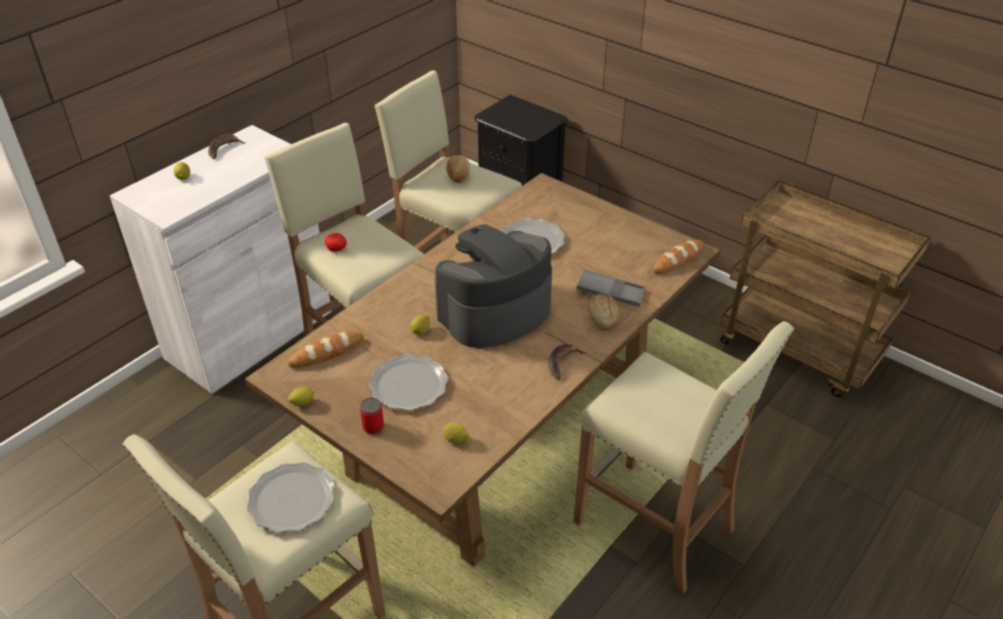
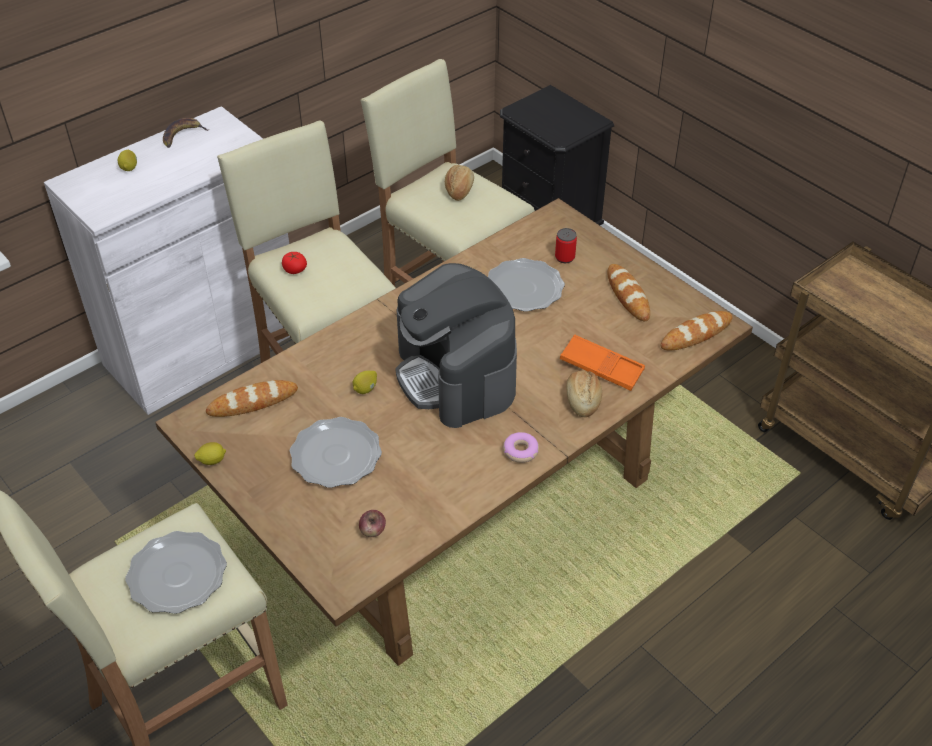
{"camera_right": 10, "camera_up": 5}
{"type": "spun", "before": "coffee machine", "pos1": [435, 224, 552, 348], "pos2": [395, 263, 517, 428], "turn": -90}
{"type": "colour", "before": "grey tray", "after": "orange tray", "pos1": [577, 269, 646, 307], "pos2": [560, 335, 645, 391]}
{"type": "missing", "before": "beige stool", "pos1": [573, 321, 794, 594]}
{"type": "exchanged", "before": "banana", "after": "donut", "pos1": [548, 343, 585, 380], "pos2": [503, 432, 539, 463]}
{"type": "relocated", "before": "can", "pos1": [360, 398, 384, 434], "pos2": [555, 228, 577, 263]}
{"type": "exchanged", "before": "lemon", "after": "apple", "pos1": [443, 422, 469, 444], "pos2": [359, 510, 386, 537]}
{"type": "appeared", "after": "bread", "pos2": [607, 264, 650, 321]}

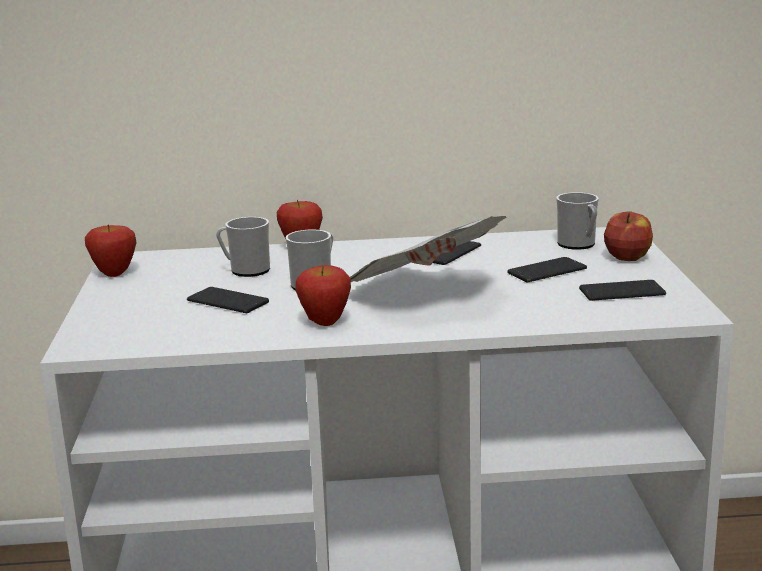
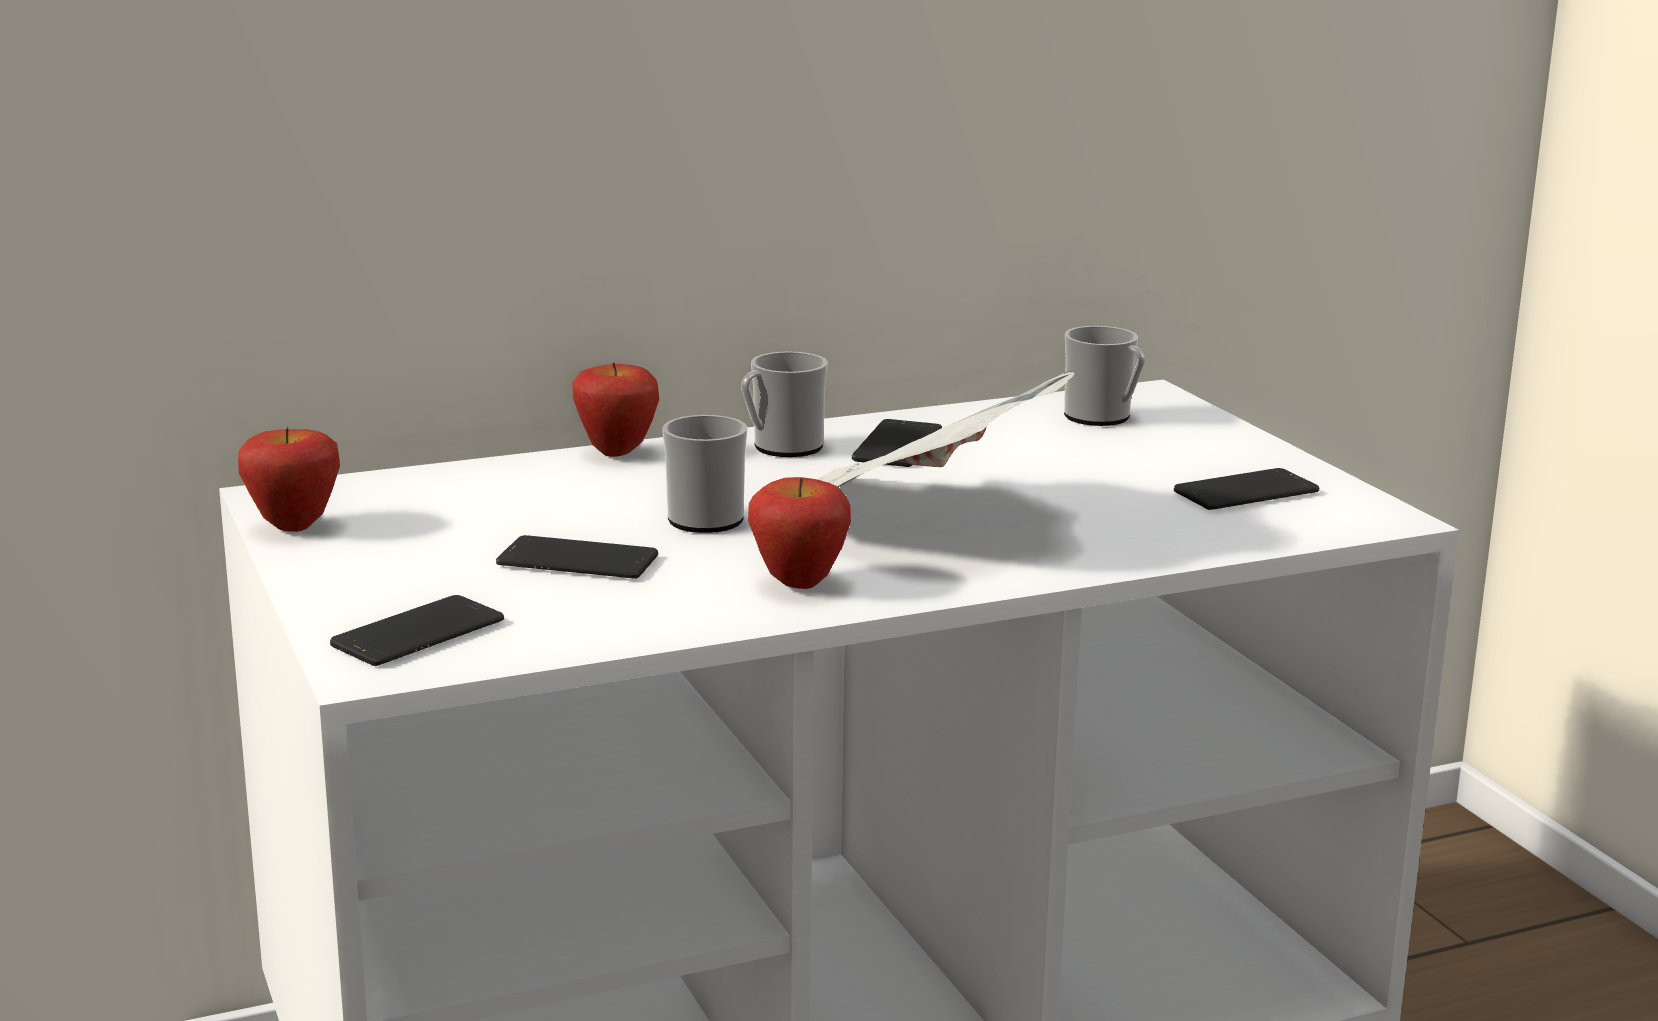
{"camera_right": -20, "camera_up": 0}
{"type": "missing", "before": "apple", "pos1": [604, 212, 653, 261]}
{"type": "relocated", "before": "mug", "pos1": [216, 217, 270, 277], "pos2": [741, 352, 828, 457]}
{"type": "relocated", "before": "phone", "pos1": [508, 257, 587, 282], "pos2": [330, 595, 504, 666]}

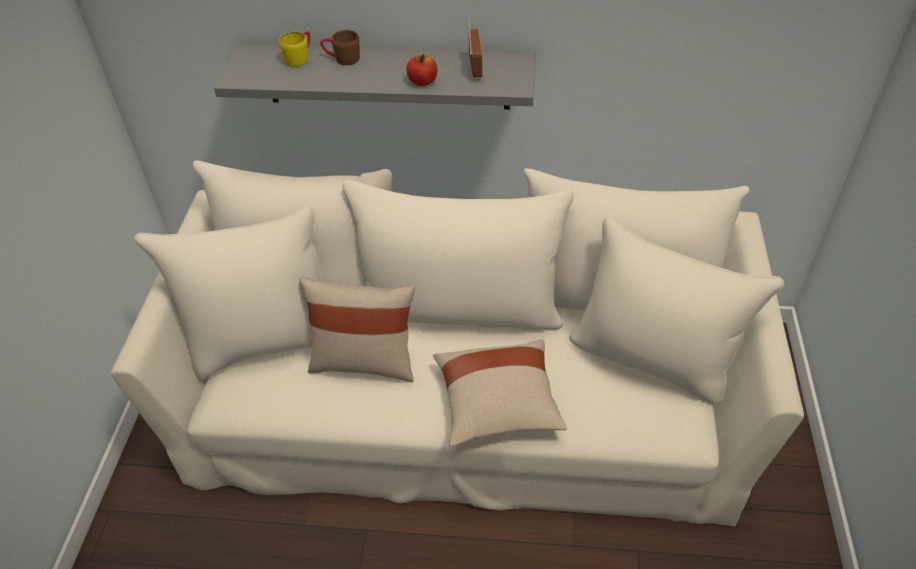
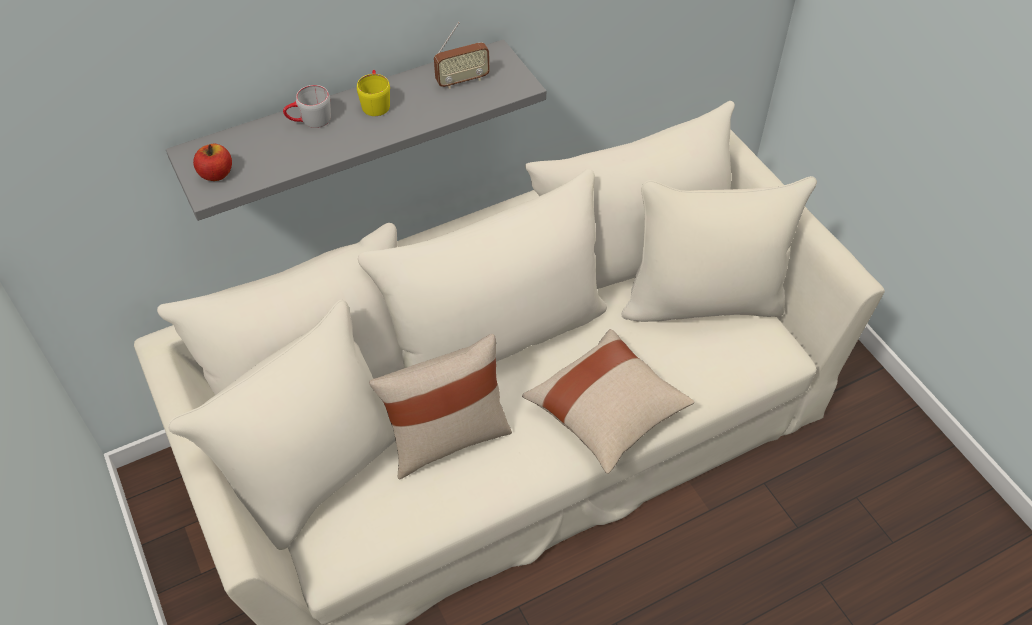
{"camera_right": -35, "camera_up": 5}
{"type": "spun", "before": "radio", "pos1": [468, 16, 483, 78], "pos2": [434, 22, 490, 89], "turn": 105}
{"type": "colour", "before": "brown mug", "after": "grey mug", "pos1": [320, 30, 360, 65], "pos2": [283, 85, 331, 128]}
{"type": "relocated", "before": "yellow mug", "pos1": [279, 31, 310, 67], "pos2": [357, 70, 390, 116]}
{"type": "relocated", "before": "apple", "pos1": [407, 54, 437, 86], "pos2": [193, 144, 232, 181]}

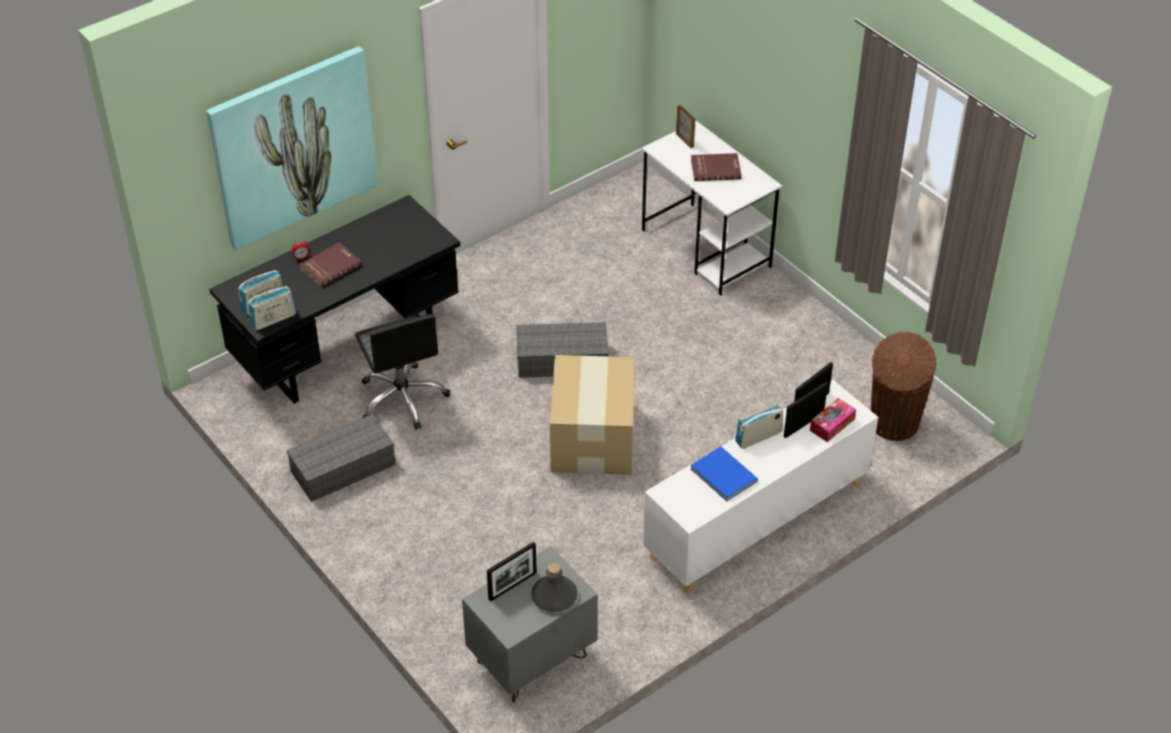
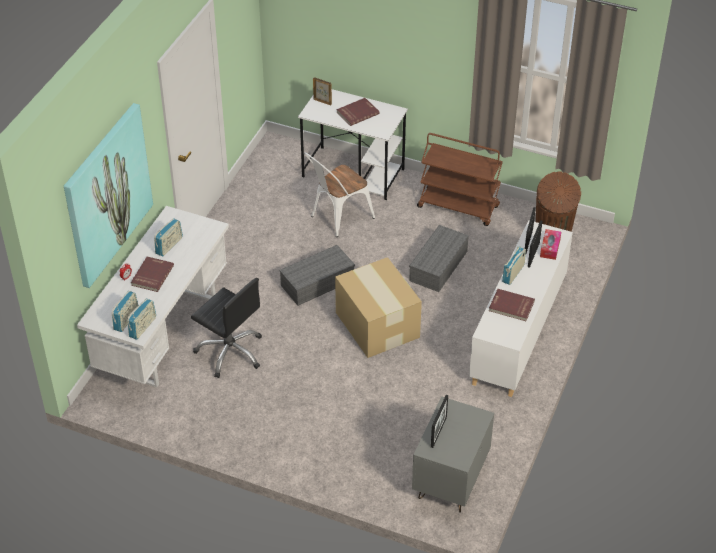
{"camera_right": -30, "camera_up": 0}
{"type": "colour", "before": "black desk", "after": "white desk", "pos1": [210, 195, 460, 404], "pos2": [77, 206, 229, 387]}
{"type": "relocated", "before": "grey storage box", "pos1": [286, 414, 396, 502], "pos2": [409, 225, 469, 292]}
{"type": "colour", "before": "blue book", "after": "red book", "pos1": [691, 446, 758, 502], "pos2": [489, 289, 535, 321]}
{"type": "missing", "before": "grey bottle", "pos1": [531, 563, 578, 612]}
{"type": "appeared", "after": "brown cart", "pos2": [417, 133, 503, 226]}
{"type": "appeared", "after": "white chair", "pos2": [304, 152, 375, 237]}
{"type": "appeared", "after": "radio", "pos2": [154, 218, 183, 257]}

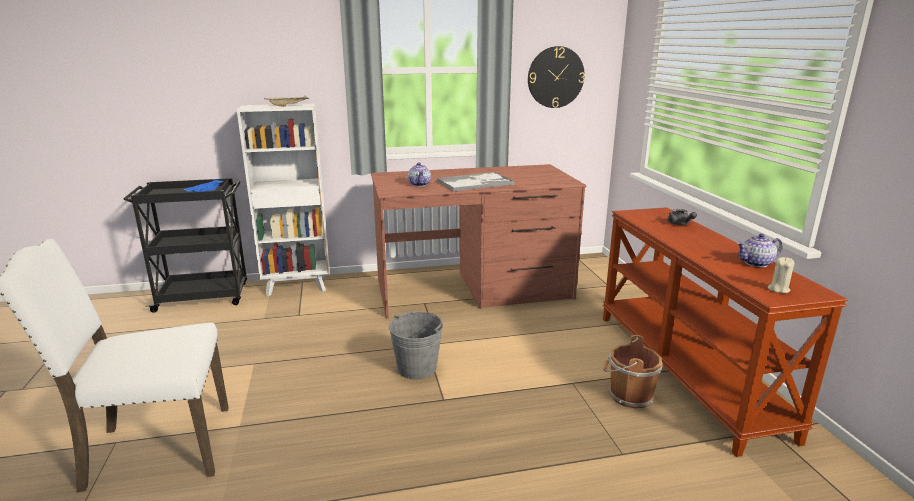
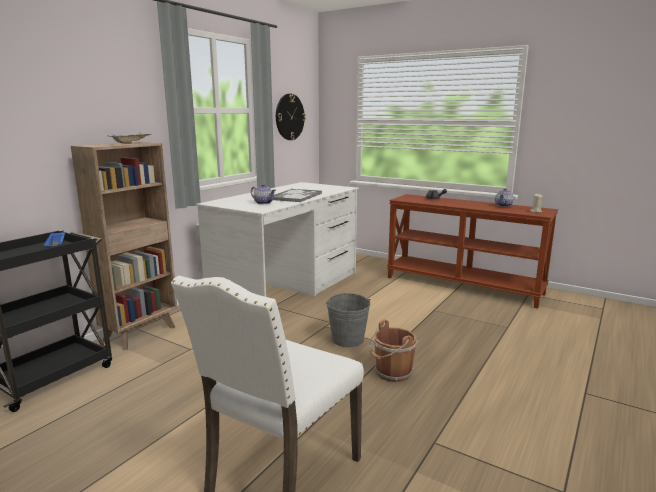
{"camera_right": -45, "camera_up": -5}
{"type": "colour", "before": "white bookcase", "after": "brown bookcase", "pos1": [237, 104, 329, 296], "pos2": [71, 142, 178, 350]}
{"type": "colour", "before": "brown desk", "after": "white desk", "pos1": [371, 164, 587, 318], "pos2": [196, 182, 359, 297]}
{"type": "relocated", "before": "brown bucket", "pos1": [603, 335, 663, 409], "pos2": [370, 319, 418, 382]}

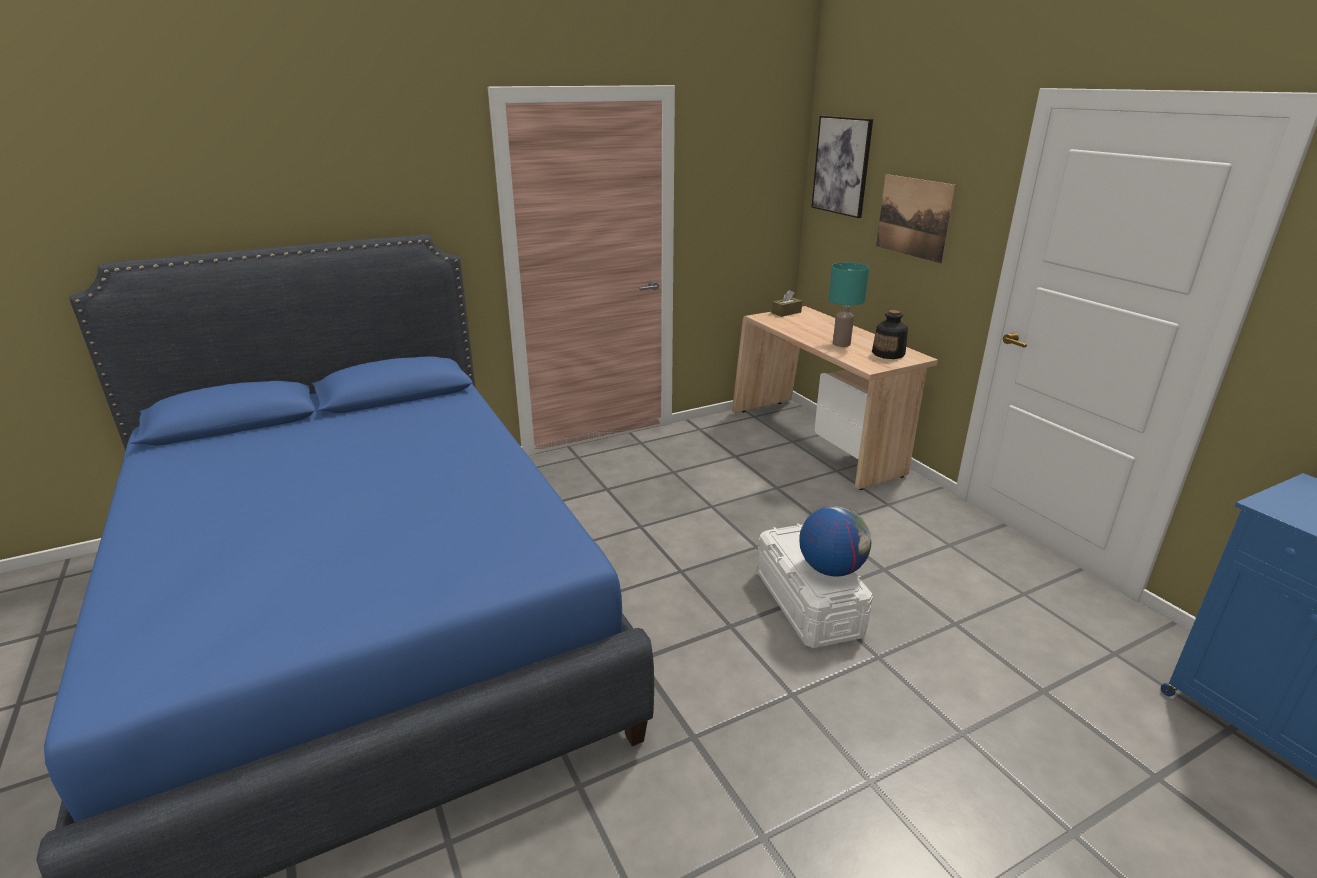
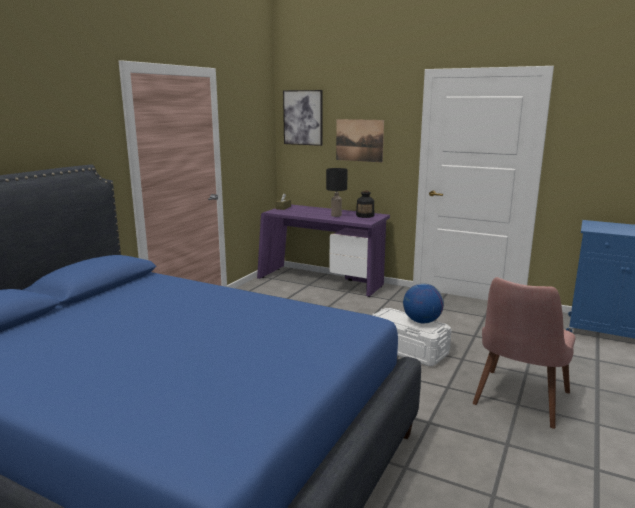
{"camera_right": -35, "camera_up": -10}
{"type": "colour", "before": "turquoise table lamp", "after": "black table lamp", "pos1": [829, 262, 870, 347], "pos2": [326, 168, 348, 217]}
{"type": "colour", "before": "beige desk", "after": "purple desk", "pos1": [732, 306, 938, 490], "pos2": [257, 205, 390, 297]}
{"type": "appeared", "after": "pink chair", "pos2": [473, 277, 575, 429]}

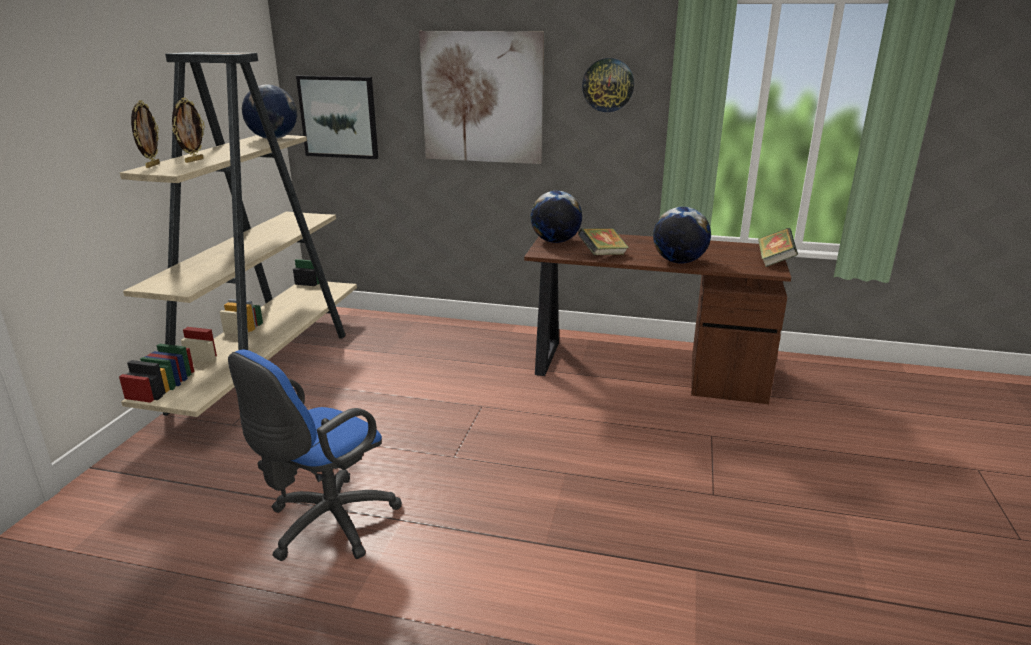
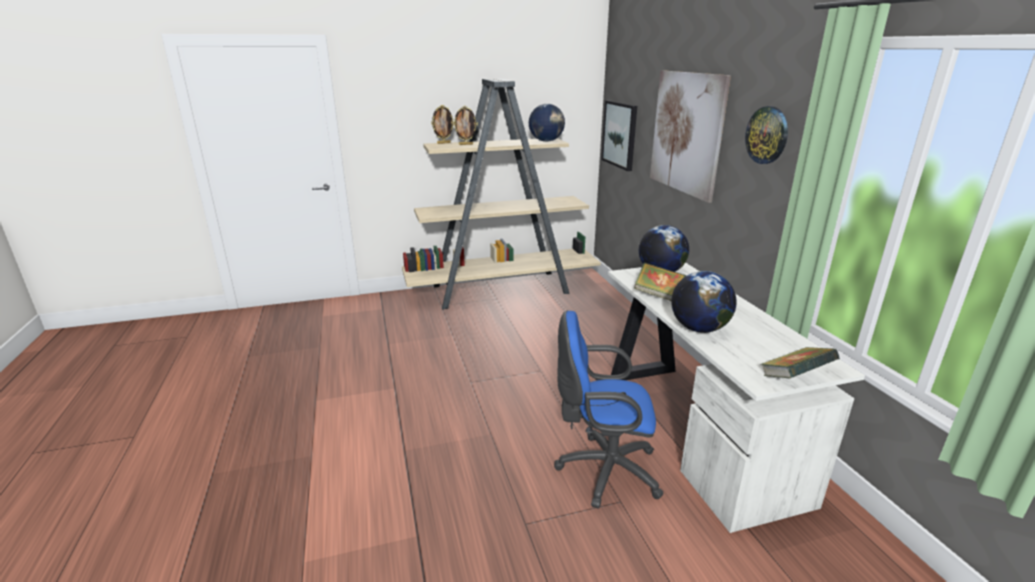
{"camera_right": 60, "camera_up": 0}
{"type": "colour", "before": "brown desk", "after": "white desk", "pos1": [524, 231, 791, 404], "pos2": [608, 262, 865, 533]}
{"type": "relocated", "before": "blue office chair", "pos1": [228, 349, 402, 561], "pos2": [554, 311, 664, 509]}

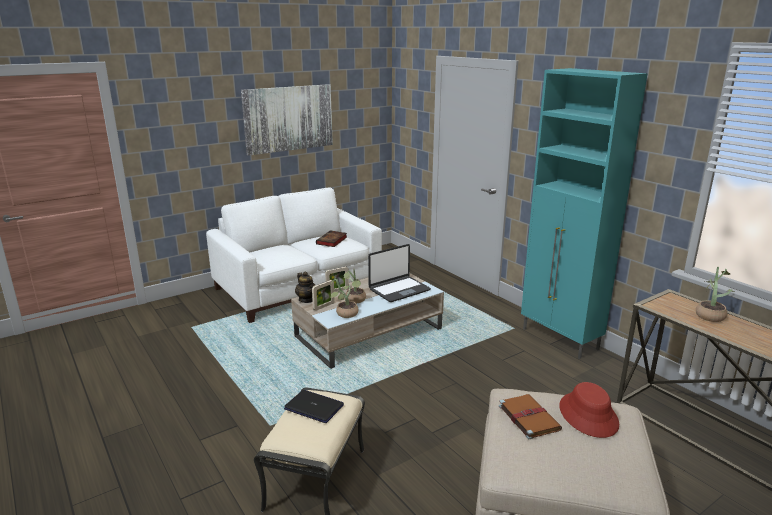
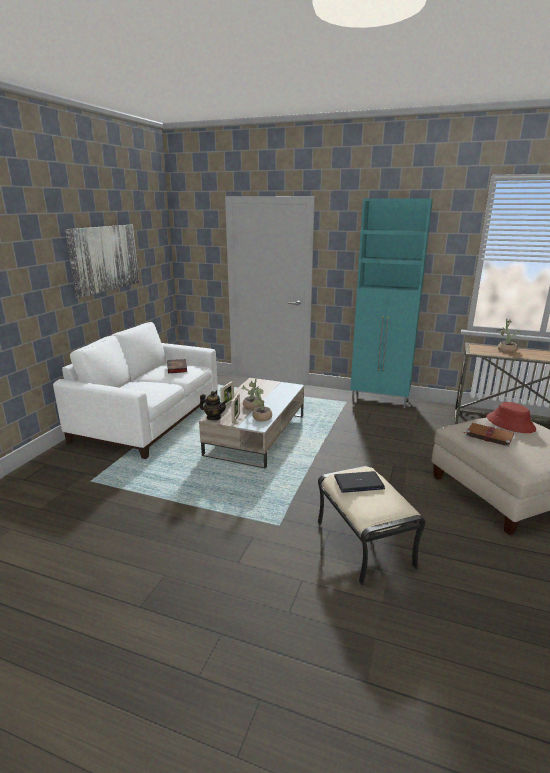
{"camera_right": -35, "camera_up": 0}
{"type": "missing", "before": "laptop", "pos1": [368, 244, 431, 302]}

